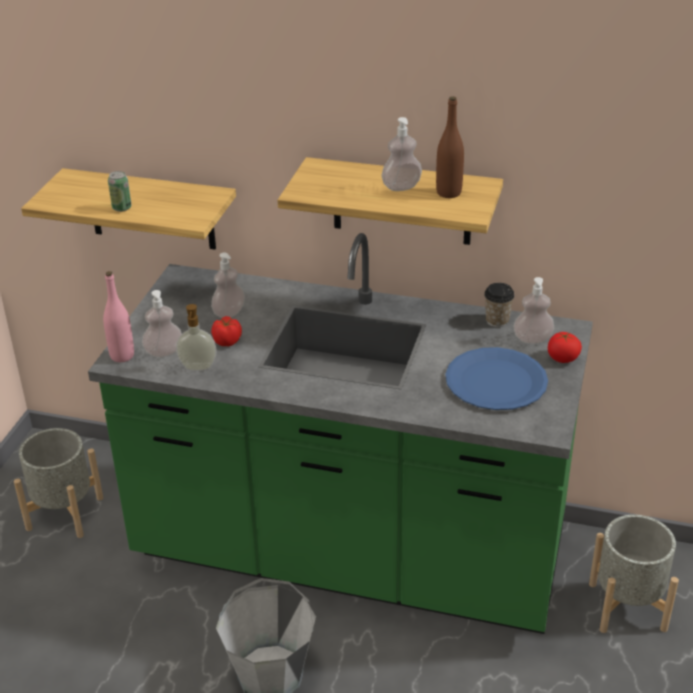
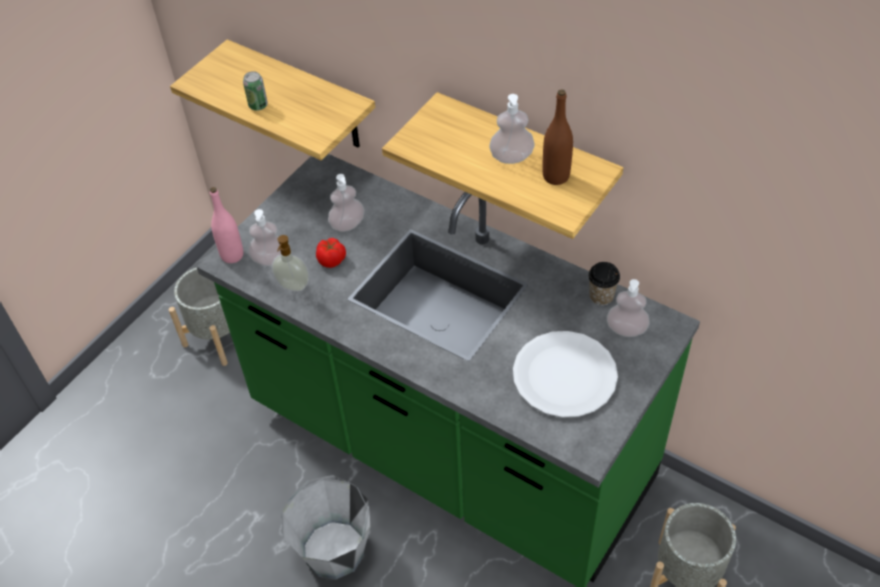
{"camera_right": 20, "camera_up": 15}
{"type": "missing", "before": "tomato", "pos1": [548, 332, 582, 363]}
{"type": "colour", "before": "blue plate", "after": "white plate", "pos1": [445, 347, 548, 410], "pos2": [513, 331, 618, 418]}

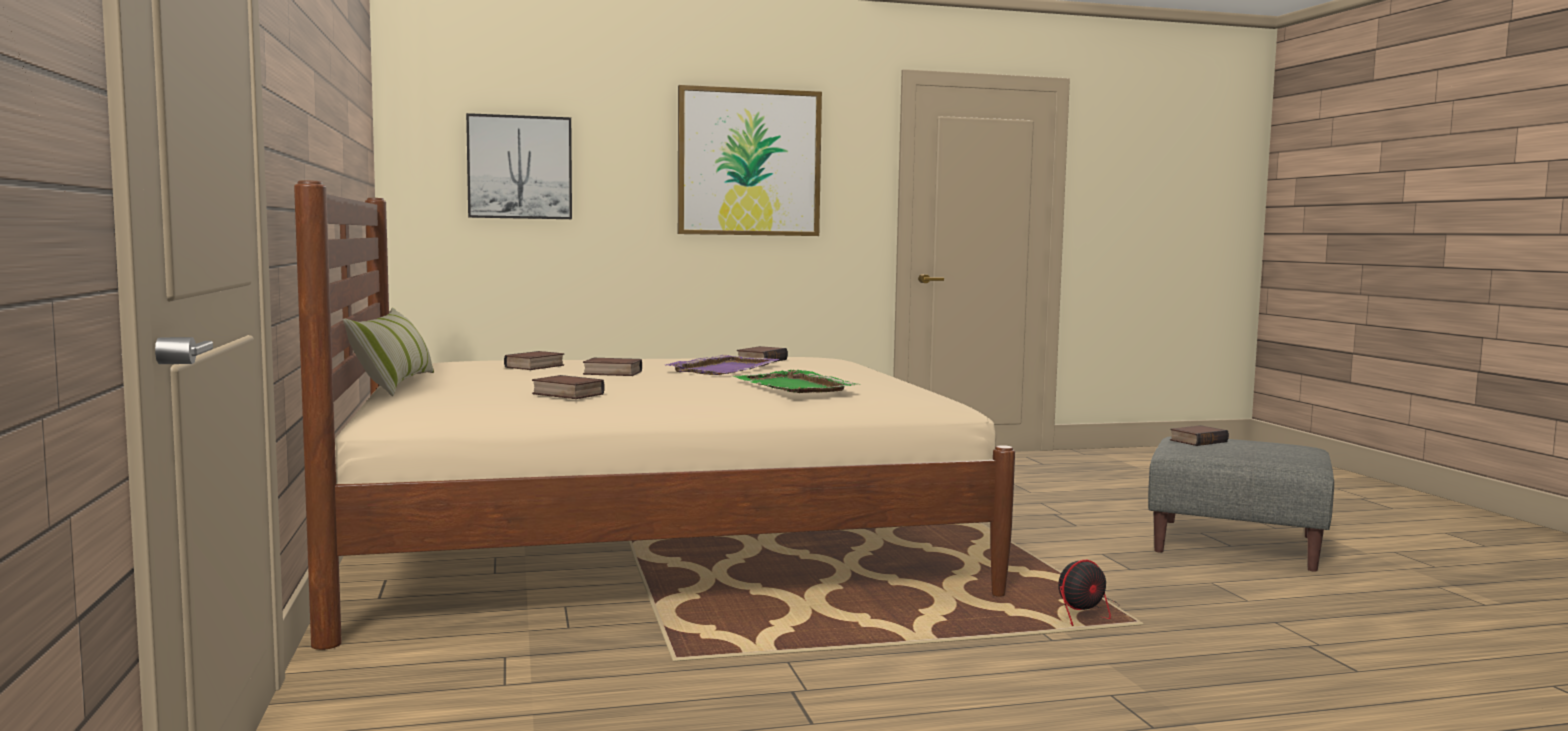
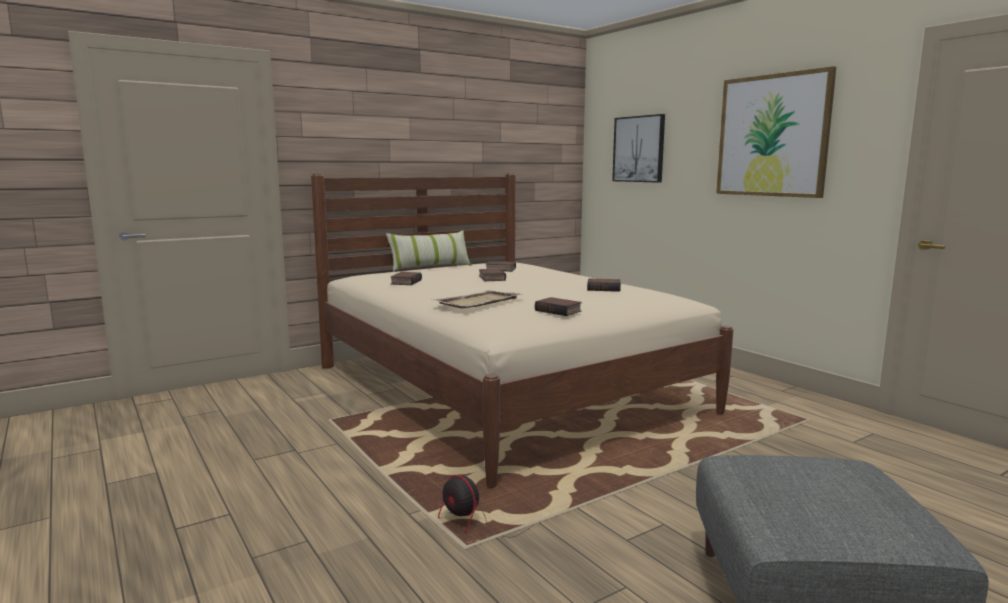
{"camera_right": 70, "camera_up": 5}
{"type": "missing", "before": "purple tray", "pos1": [666, 355, 781, 375]}
{"type": "colour", "before": "green tray", "after": "beige tray", "pos1": [733, 370, 858, 393], "pos2": [431, 290, 523, 308]}
{"type": "relocated", "before": "book", "pos1": [1170, 425, 1229, 446], "pos2": [535, 297, 582, 316]}

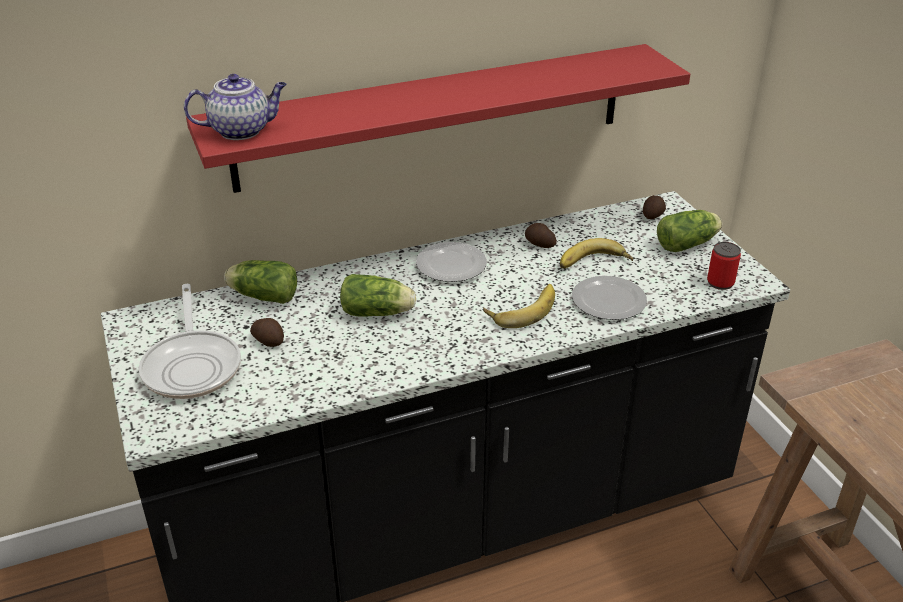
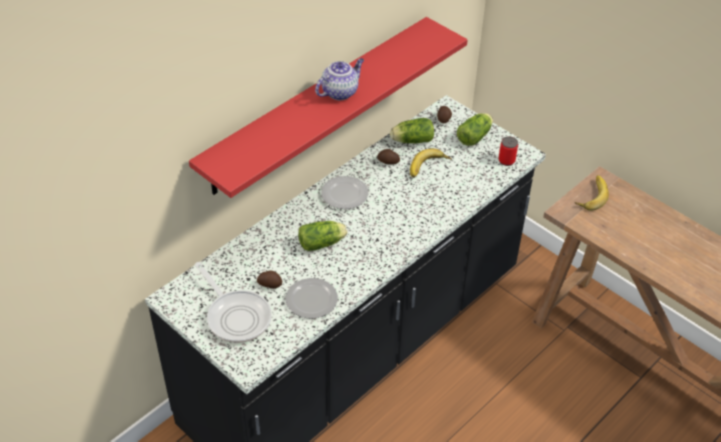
{"camera_right": -25, "camera_up": 10}
{"type": "relocated", "before": "teapot", "pos1": [184, 74, 287, 140], "pos2": [315, 58, 364, 100]}
{"type": "relocated", "before": "lettuce", "pos1": [224, 260, 297, 304], "pos2": [390, 118, 434, 143]}
{"type": "relocated", "before": "plate", "pos1": [572, 276, 647, 320], "pos2": [286, 278, 338, 318]}
{"type": "relocated", "before": "banana", "pos1": [483, 284, 555, 328], "pos2": [575, 175, 609, 211]}

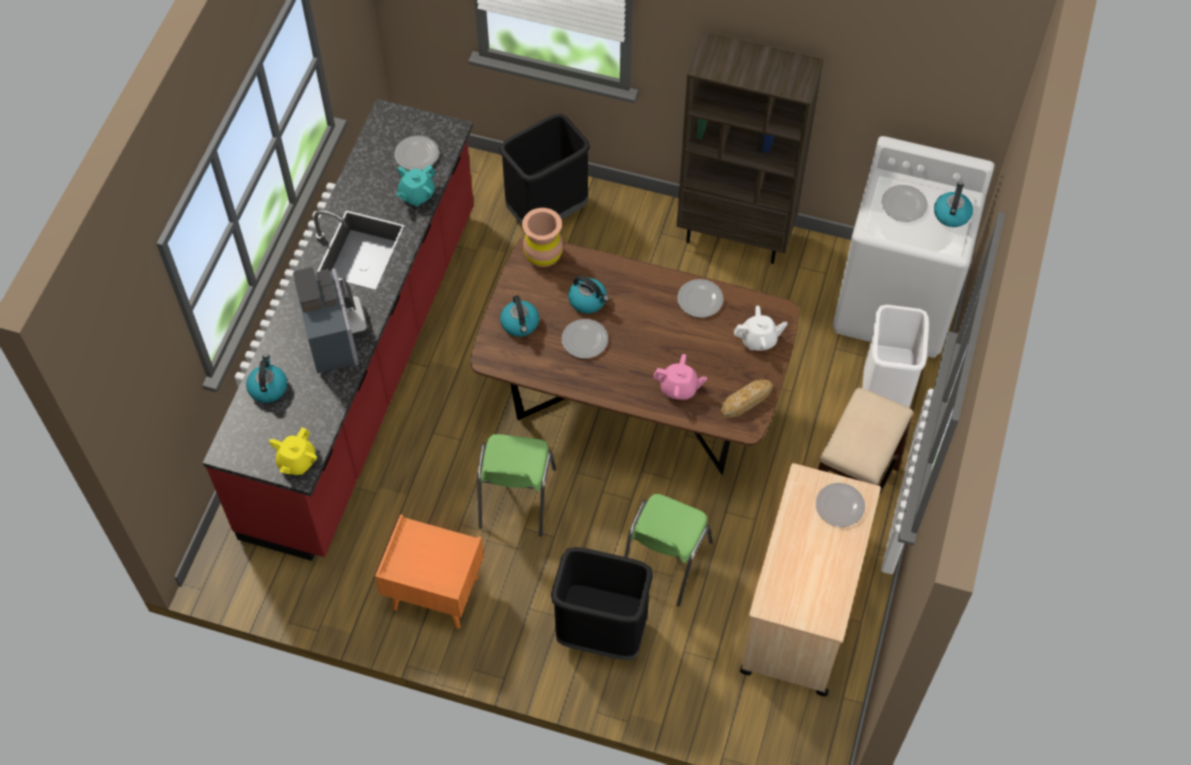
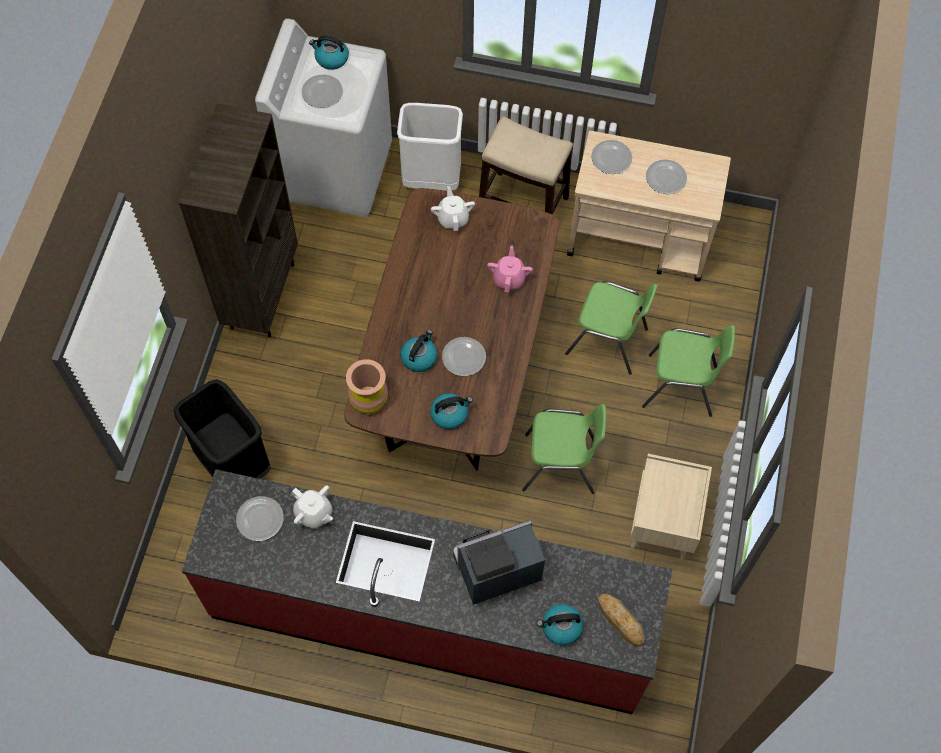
{"camera_right": -95, "camera_up": 5}
{"type": "colour", "before": "turquoise teapot", "after": "white teapot", "pos1": [396, 165, 436, 207], "pos2": [291, 485, 333, 528]}
{"type": "relocated", "before": "plate", "pos1": [677, 279, 723, 318], "pos2": [646, 159, 687, 194]}
{"type": "relocated", "before": "bread", "pos1": [721, 379, 773, 418], "pos2": [597, 594, 644, 647]}
{"type": "missing", "before": "yellow teapot", "pos1": [269, 427, 317, 475]}
{"type": "colour", "before": "orange nightstand", "after": "beige nightstand", "pos1": [375, 514, 484, 629], "pos2": [630, 454, 712, 559]}
{"type": "exchanged", "before": "black trash can", "after": "green chair", "pos1": [551, 547, 653, 660], "pos2": [642, 325, 735, 417]}

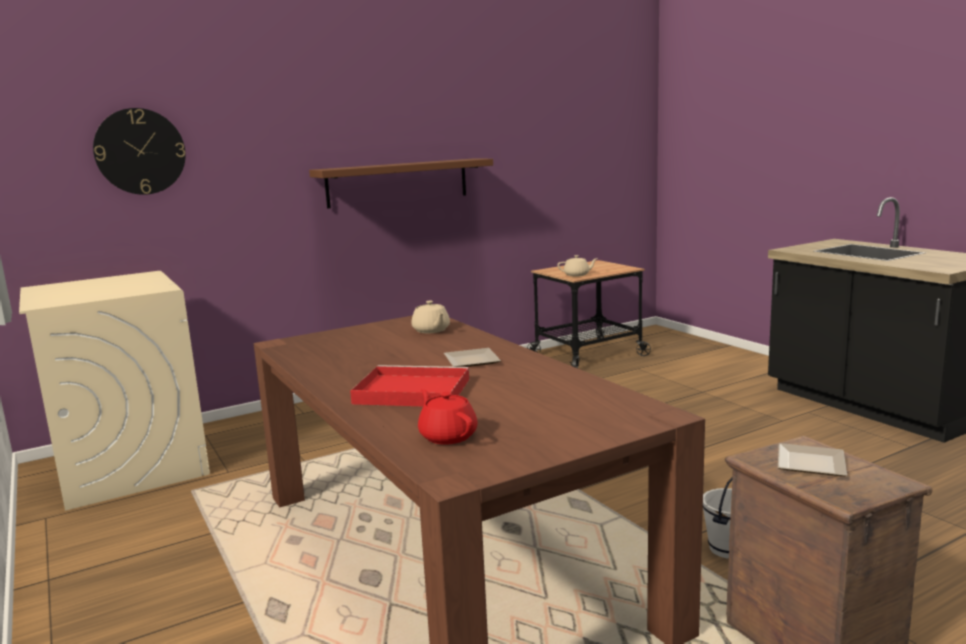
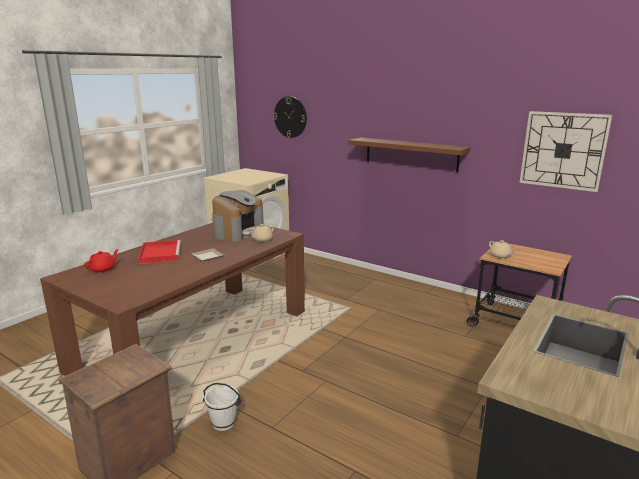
{"camera_right": 65, "camera_up": 5}
{"type": "missing", "before": "plate", "pos1": [778, 443, 847, 476]}
{"type": "appeared", "after": "wall clock", "pos2": [519, 111, 613, 192]}
{"type": "appeared", "after": "coffee machine", "pos2": [212, 190, 264, 242]}

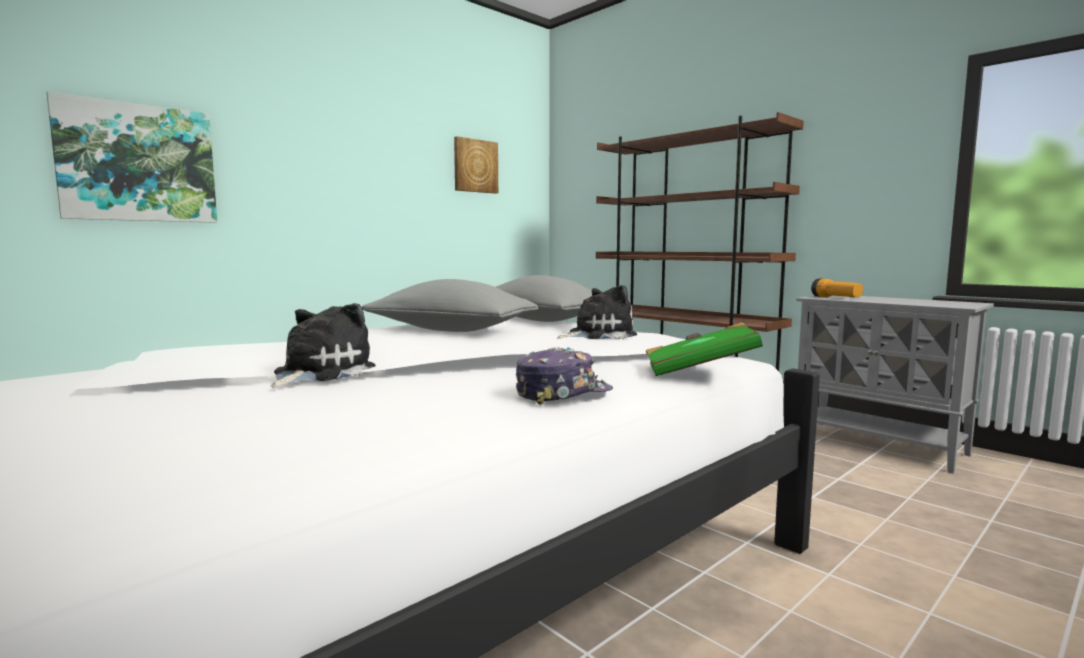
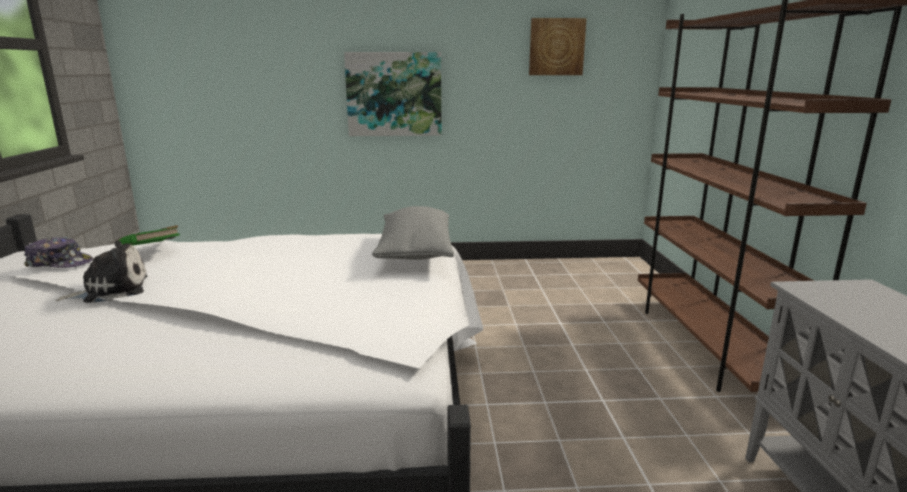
{"camera_right": 40, "camera_up": 10}
{"type": "relocated", "before": "picture", "pos1": [47, 91, 217, 223], "pos2": [344, 52, 441, 136]}
{"type": "missing", "before": "flashlight", "pos1": [811, 278, 863, 297]}
{"type": "missing", "before": "grey pillow", "pos1": [362, 279, 539, 332]}
{"type": "missing", "before": "plush toy", "pos1": [557, 285, 637, 339]}
{"type": "relocated", "before": "green book", "pos1": [646, 322, 763, 376], "pos2": [116, 225, 180, 246]}
{"type": "relocated", "before": "cap", "pos1": [516, 348, 613, 405], "pos2": [24, 237, 93, 268]}

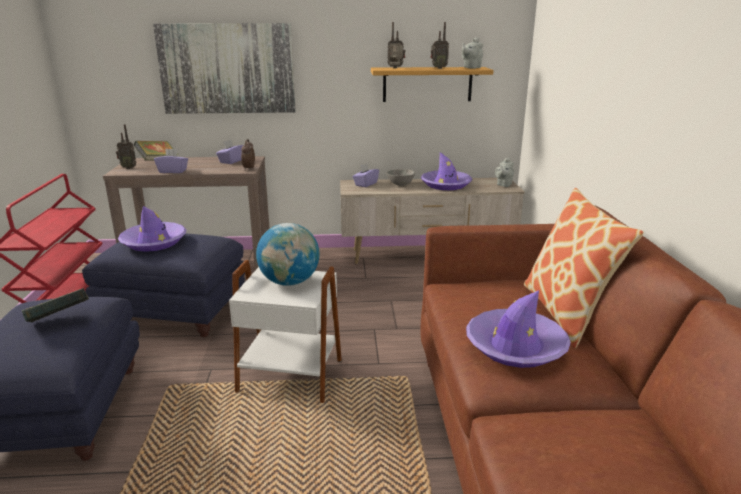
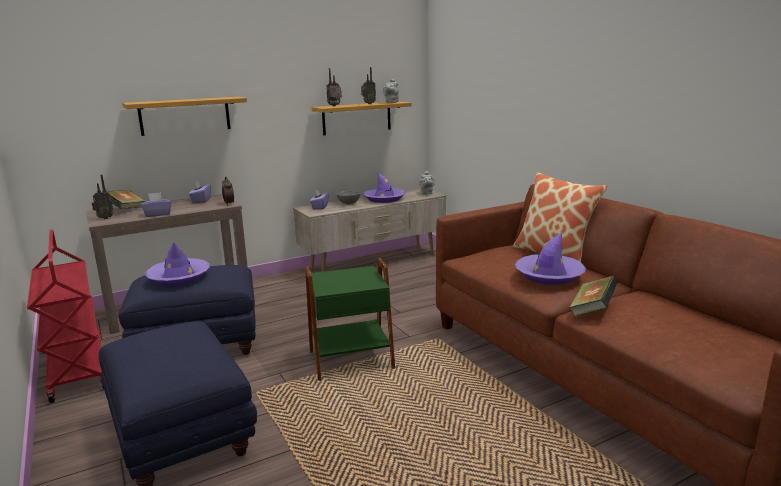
{"camera_right": -25, "camera_up": -5}
{"type": "exchanged", "before": "picture", "after": "shelf", "pos1": [153, 23, 296, 114], "pos2": [123, 97, 247, 136]}
{"type": "missing", "before": "globe", "pos1": [256, 223, 319, 286]}
{"type": "colour", "before": "white side table", "after": "green side table", "pos1": [229, 260, 342, 403], "pos2": [305, 258, 395, 381]}
{"type": "relocated", "before": "book", "pos1": [22, 288, 89, 322], "pos2": [569, 276, 618, 317]}

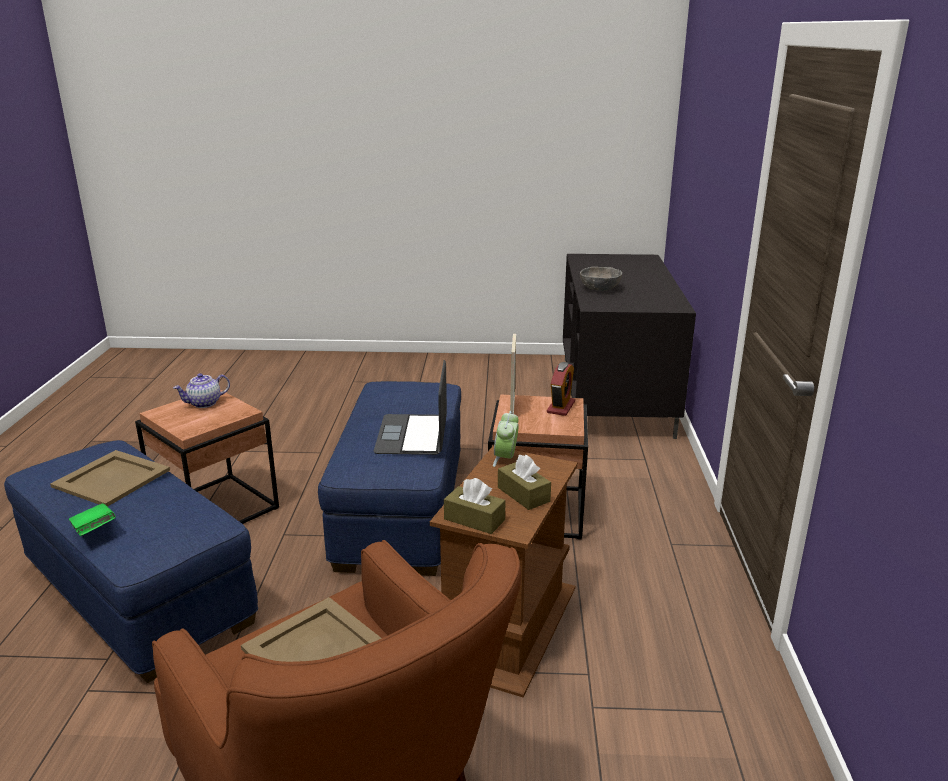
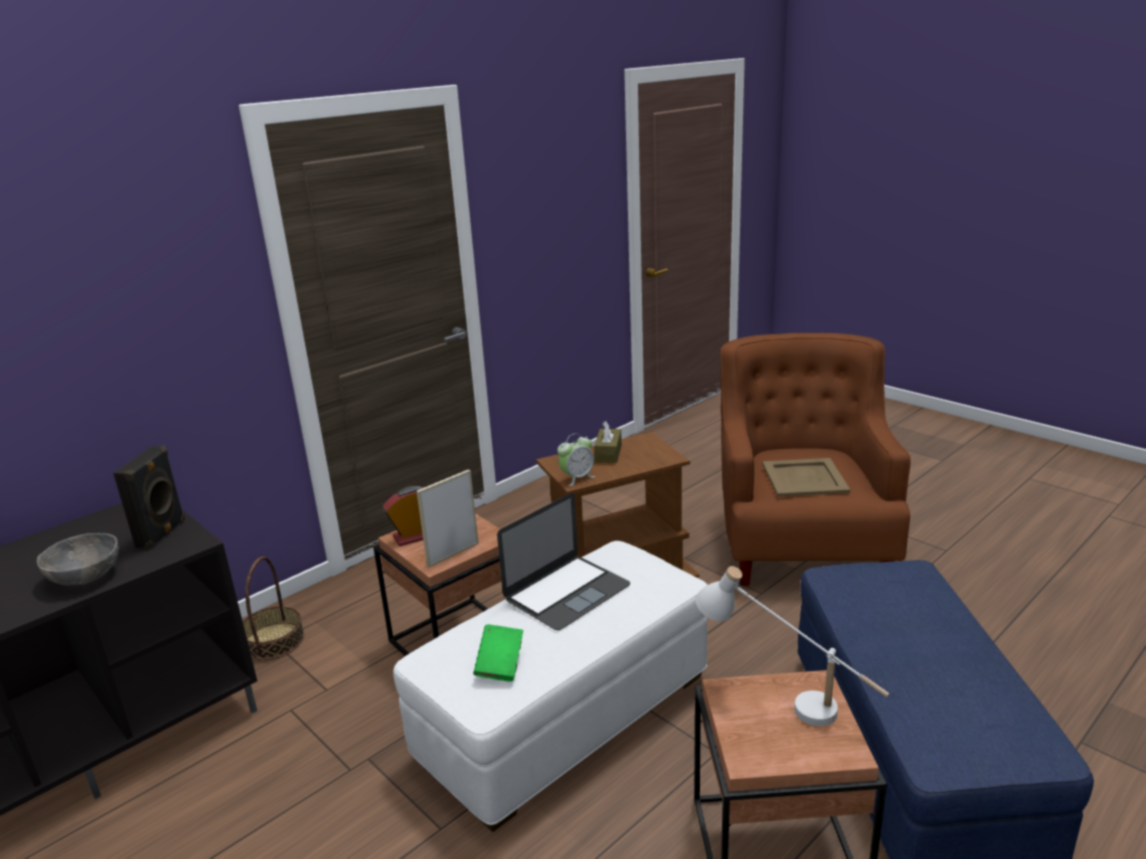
{"camera_right": -135, "camera_up": 0}
{"type": "missing", "before": "teapot", "pos1": [173, 373, 230, 408]}
{"type": "colour", "before": "blue ottoman", "after": "white ottoman", "pos1": [318, 381, 461, 576], "pos2": [393, 541, 708, 832]}
{"type": "missing", "before": "beige tray", "pos1": [50, 450, 170, 507]}
{"type": "missing", "before": "brown tissue box", "pos1": [444, 478, 505, 534]}
{"type": "relocated", "before": "green book", "pos1": [69, 504, 116, 536], "pos2": [473, 624, 523, 681]}
{"type": "appeared", "after": "black speaker", "pos2": [113, 445, 185, 550]}
{"type": "appeared", "after": "basket", "pos2": [243, 557, 304, 660]}
{"type": "appeared", "after": "white table lamp", "pos2": [695, 566, 889, 726]}

